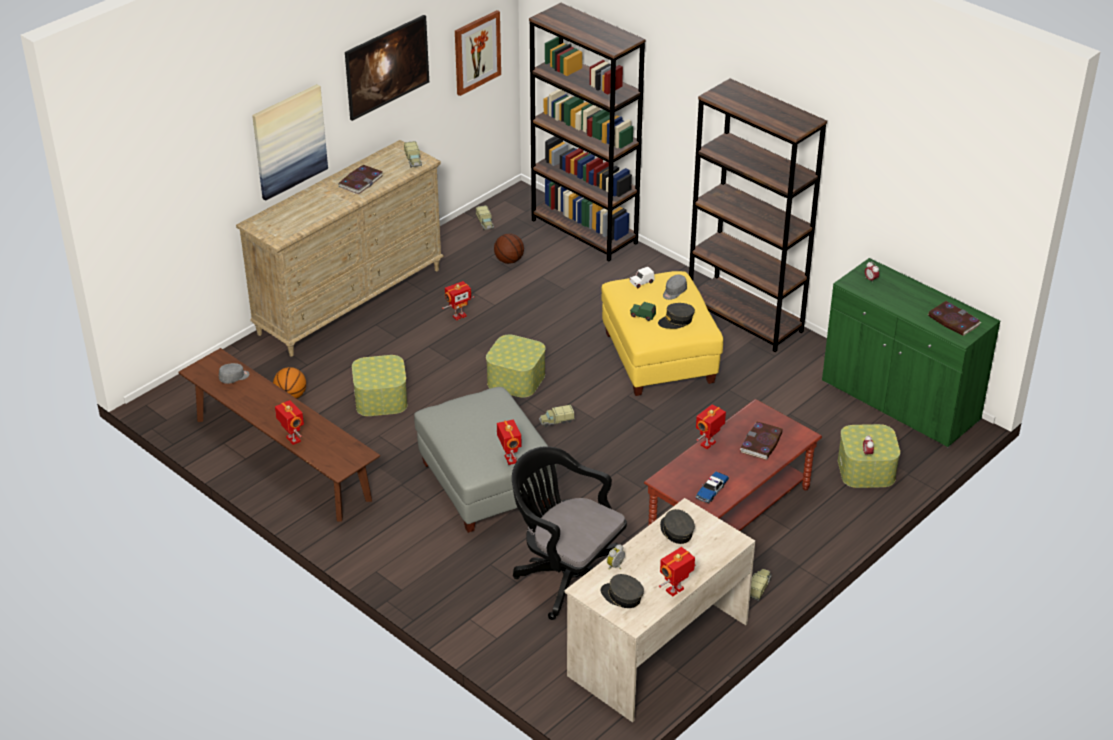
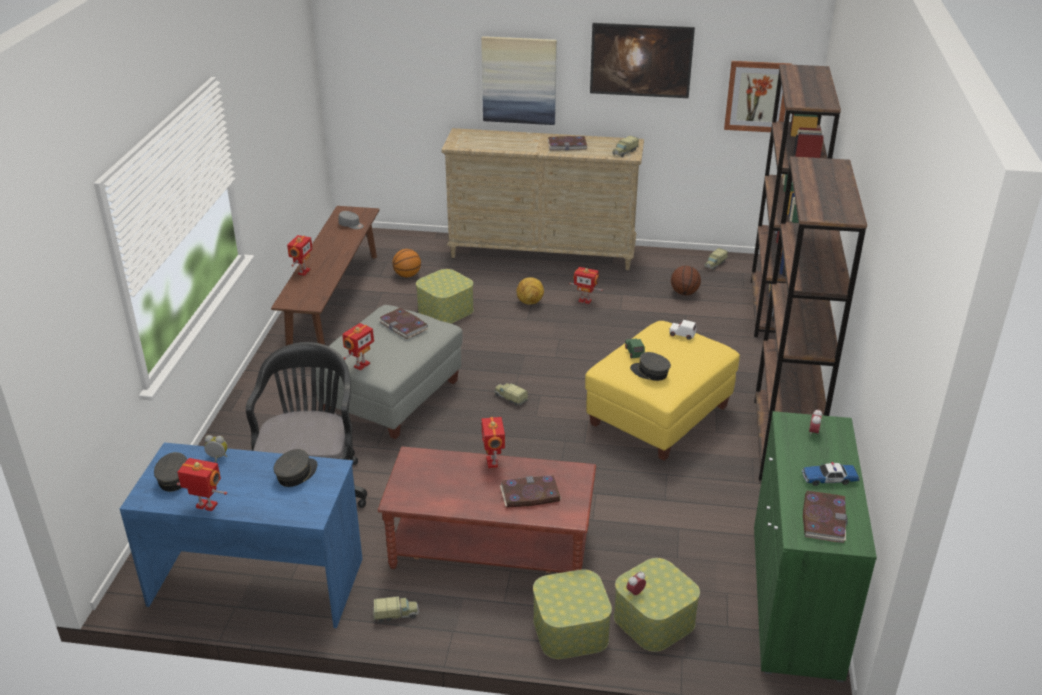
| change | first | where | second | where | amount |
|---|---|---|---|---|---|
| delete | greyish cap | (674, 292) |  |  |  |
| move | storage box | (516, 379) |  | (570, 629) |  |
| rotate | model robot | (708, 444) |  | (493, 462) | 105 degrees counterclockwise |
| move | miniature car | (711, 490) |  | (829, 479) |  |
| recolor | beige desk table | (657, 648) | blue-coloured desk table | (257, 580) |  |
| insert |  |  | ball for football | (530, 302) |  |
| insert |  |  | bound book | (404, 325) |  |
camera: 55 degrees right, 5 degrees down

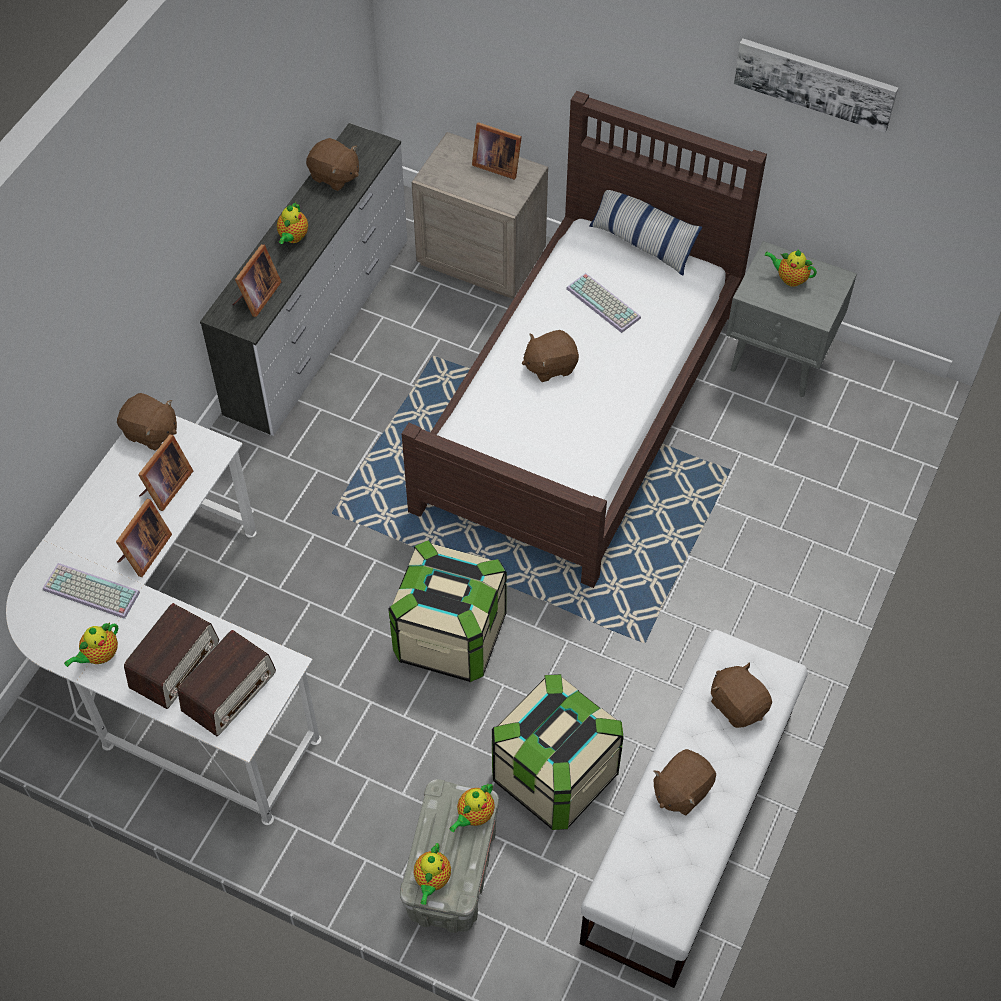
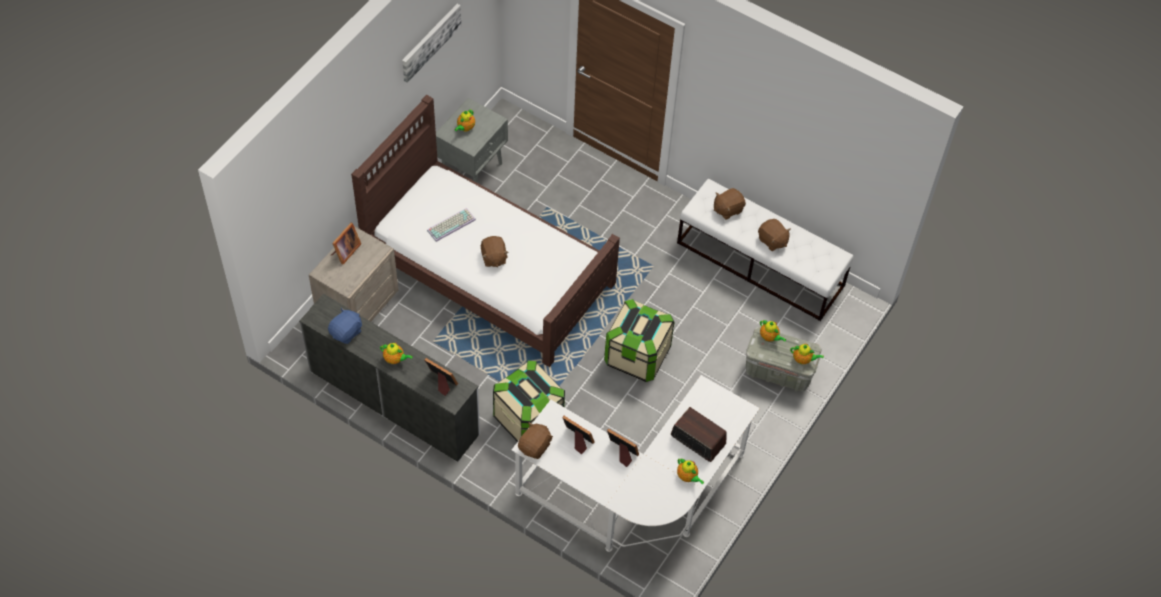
| change | first | where | second | where | amount |
|---|---|---|---|---|---|
| recolor | brown-coloured soft toy | (334, 176) | blue-coloured soft toy | (346, 332) |  |
| delete | cushion | (642, 243) |  |  |  |
| delete | computer keyboard | (89, 592) |  |  |  |
| delete | radio | (229, 691) |  |  |  |
| move | storage box | (554, 775) |  | (528, 418) |  |
camera: 85 degrees left, 0 degrees up

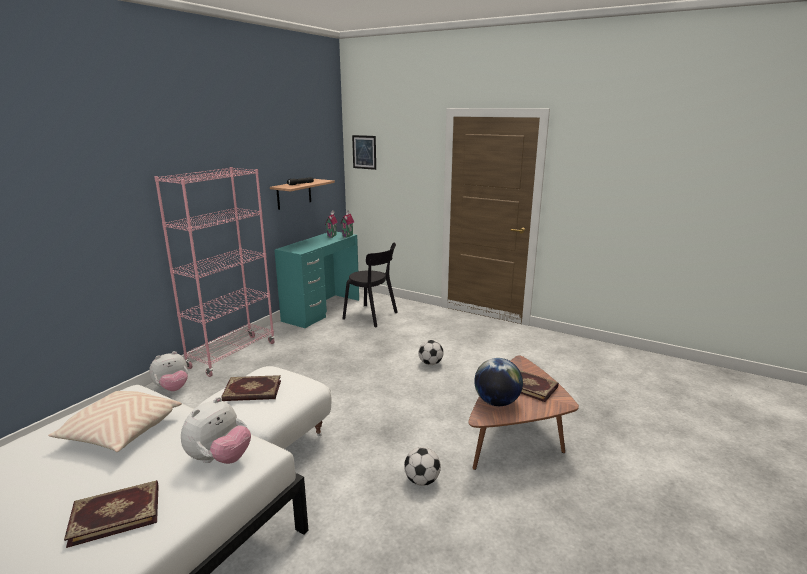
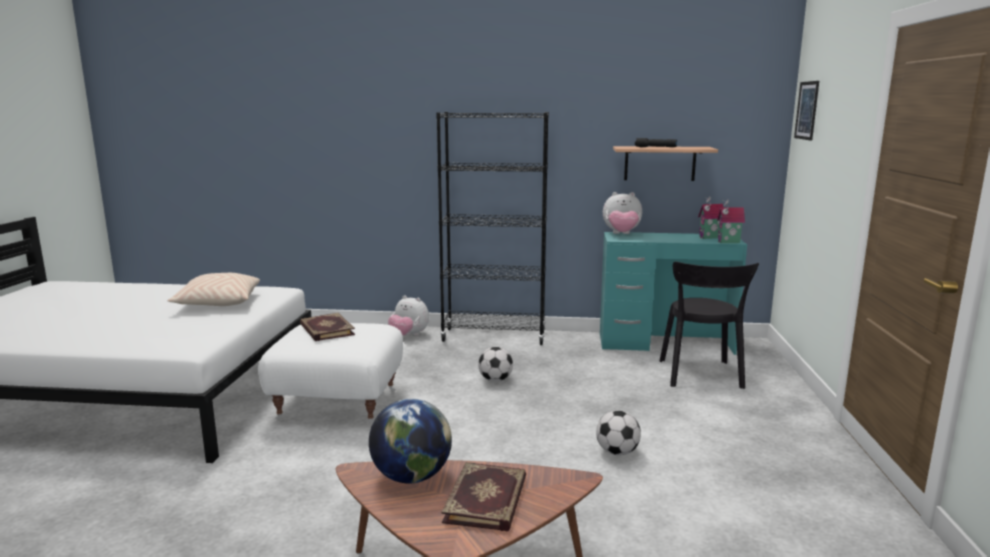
| change | first | where | second | where | amount |
|---|---|---|---|---|---|
| recolor | pink-coloured bookshelf | (232, 355) | black-coloured bookshelf | (494, 337) |  |
| move | soft toy | (220, 459) |  | (621, 234) |  |
| move | ball for football | (422, 480) |  | (495, 380) |  |
| delete | bound book | (116, 513) |  |  |  |
camera: 65 degrees right, 5 degrees down

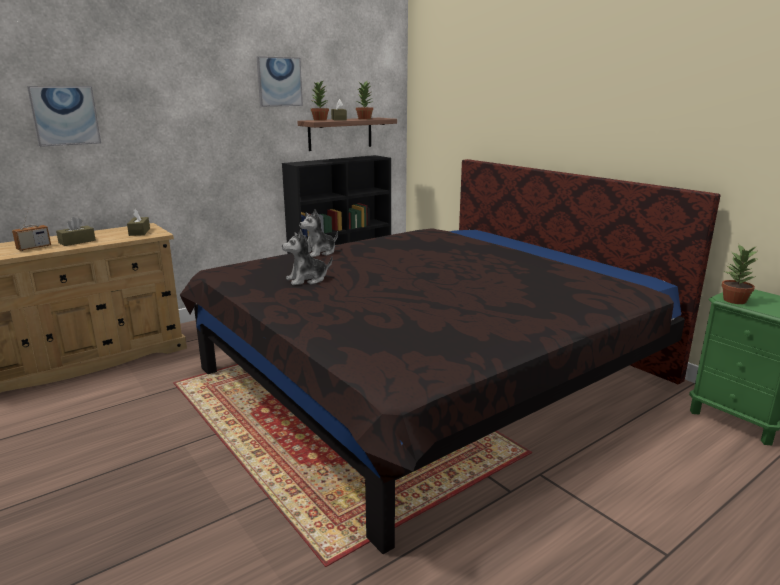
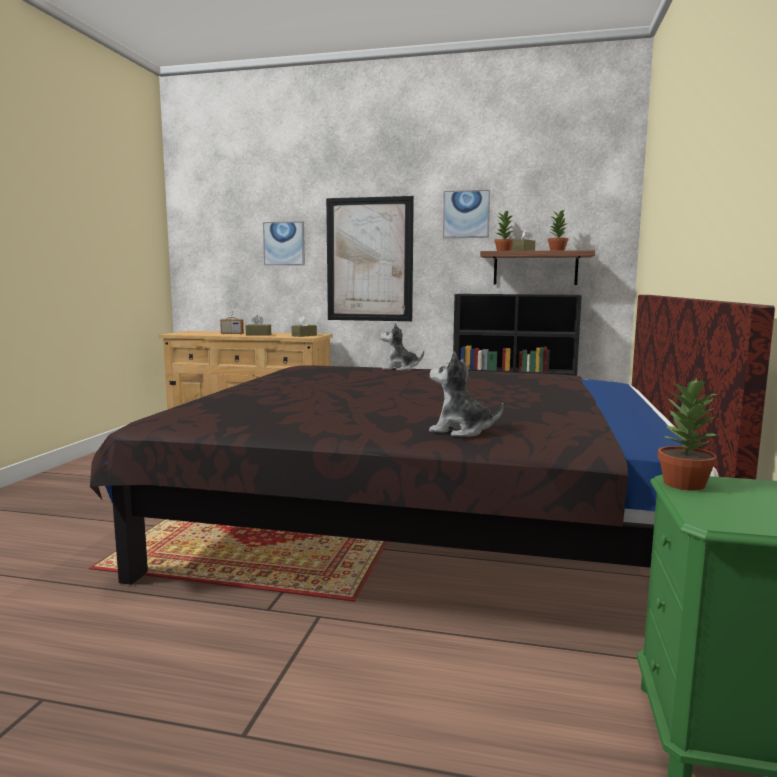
| change | first | where | second | where | amount |
|---|---|---|---|---|---|
| move | soft toy | (307, 280) |  | (461, 431) |  |
| insert |  |  | wall picture | (369, 259) |  |
camera: 50 degrees right, 10 degrees down

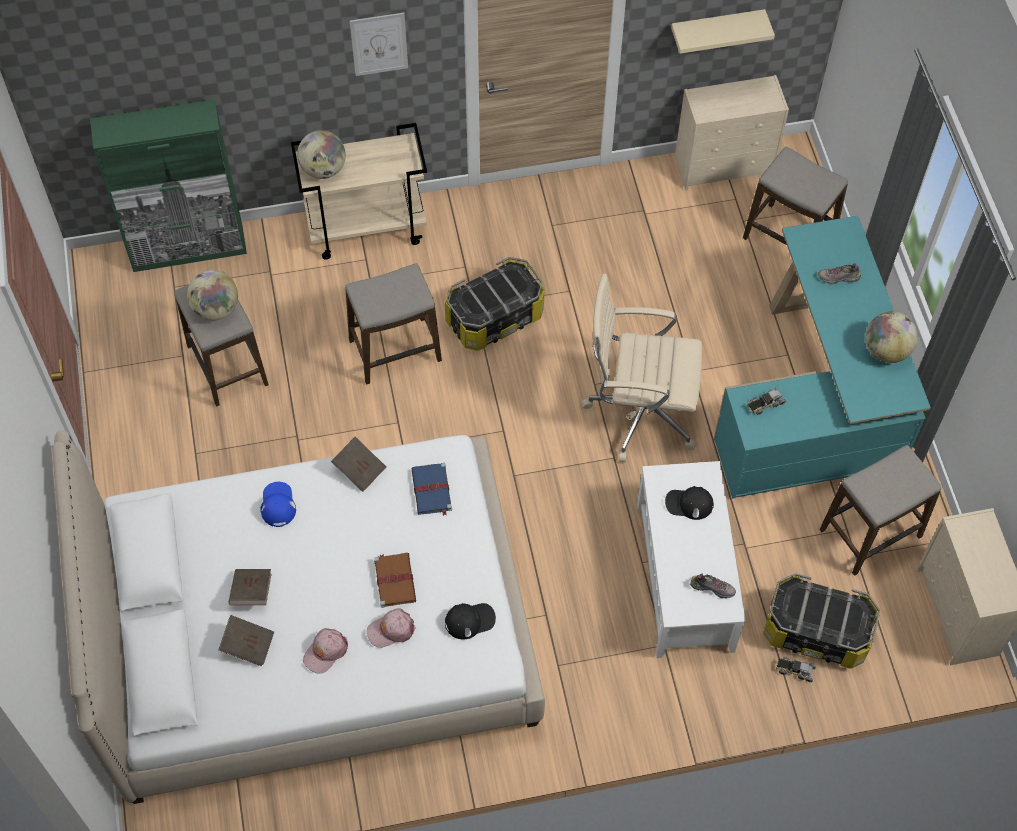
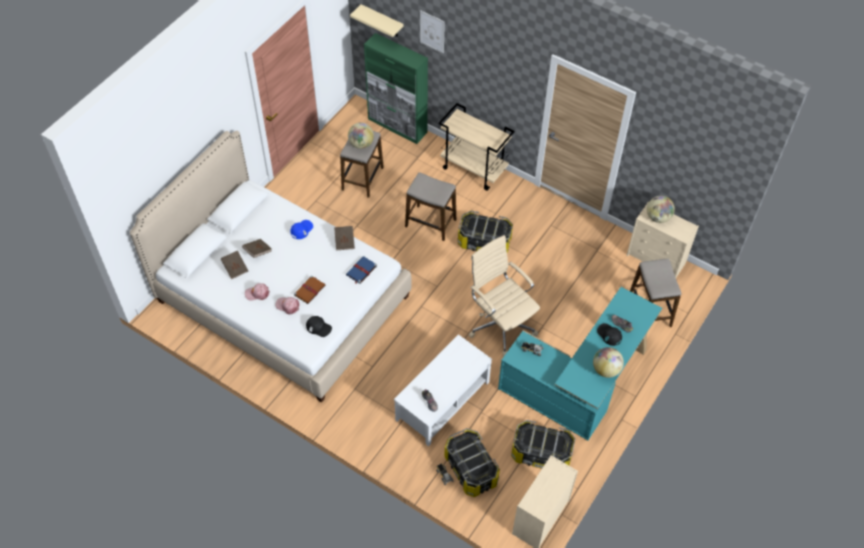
| change | first | where | second | where | amount |
|---|---|---|---|---|---|
| move | beige shelf | (716, 29) |  | (382, 21) |  |
| move | wall picture | (379, 44) |  | (432, 31) |  |
| move | world globe | (323, 169) |  | (658, 217) |  |
| replace | sitting stool | (871, 533) | storage box | (541, 453) |  |
| move | black-coloured cap | (689, 504) |  | (609, 335) |  |
camera: 45 degrees right, 5 degrees down

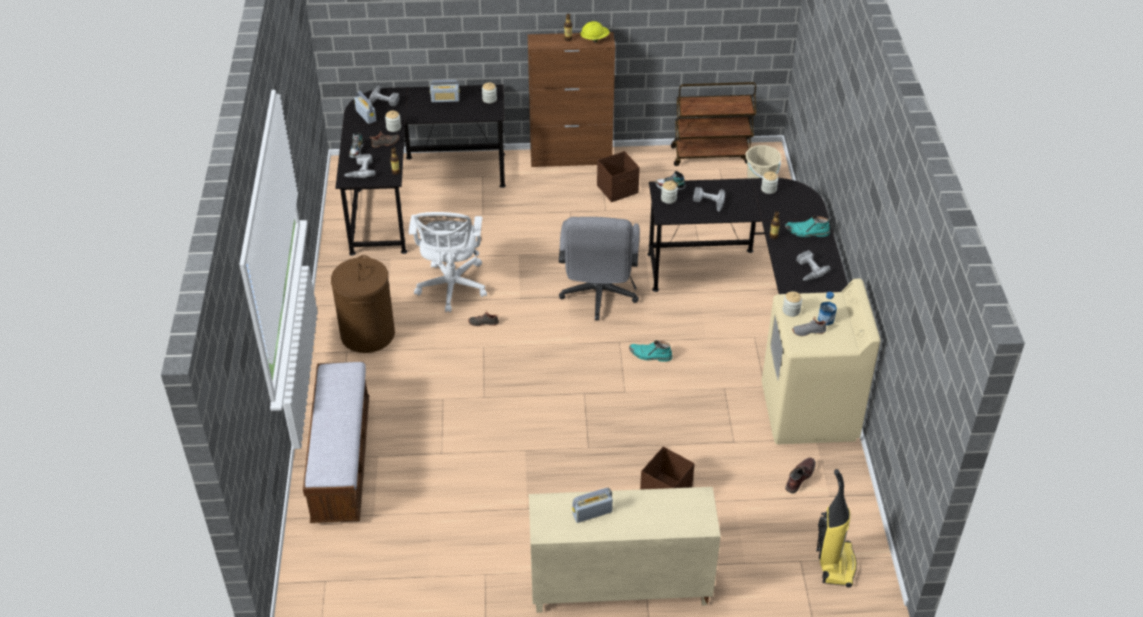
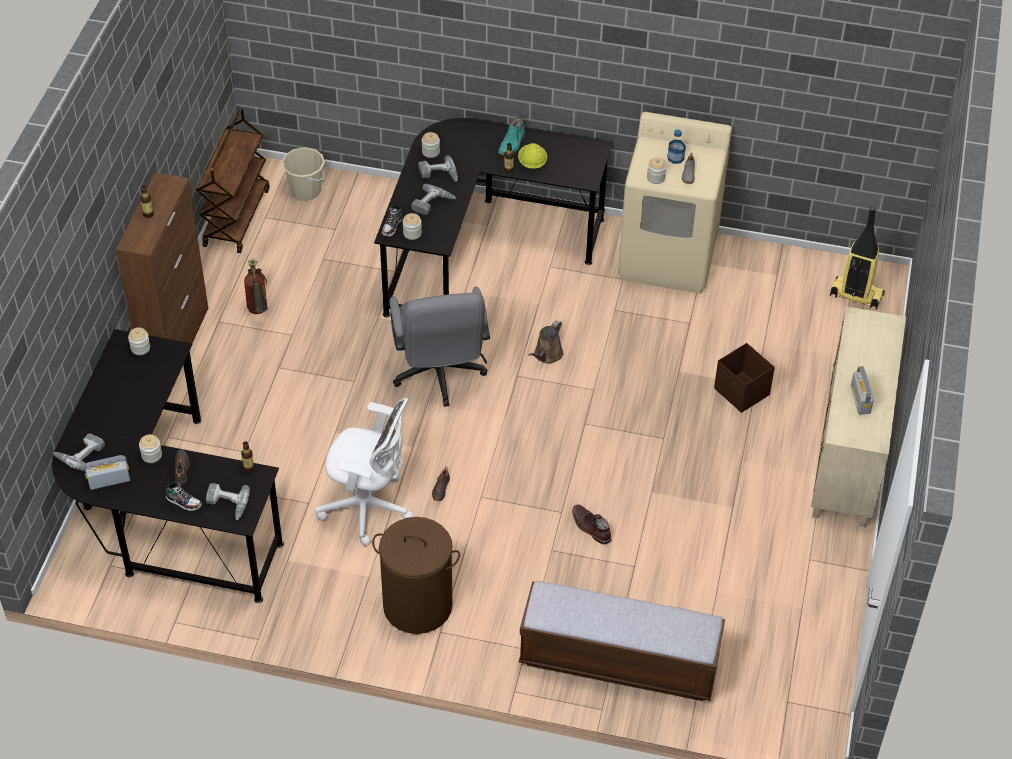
| change | first | where | second | where | amount |
|---|---|---|---|---|---|
| move | yellow-coloured hard hat | (594, 39) |  | (532, 163) |  |
| delete | radio | (445, 99) |  |  |  |
| replace | brown-coloured storage box | (618, 189) | extinguisher | (259, 314) |  |
| rotate | greyish office chair | (598, 297) |  | (439, 376) | 60 degrees clockwise |
| move | electric drill | (807, 270) |  | (439, 175) |  |
| replace | turquoise-coloured high-top boot | (650, 355) | brown-coloured watering can | (547, 355) |  |
| move | brown-coloured high-top boot | (799, 477) |  | (590, 527) |  |
camera: 75 degrees left, 5 degrees up

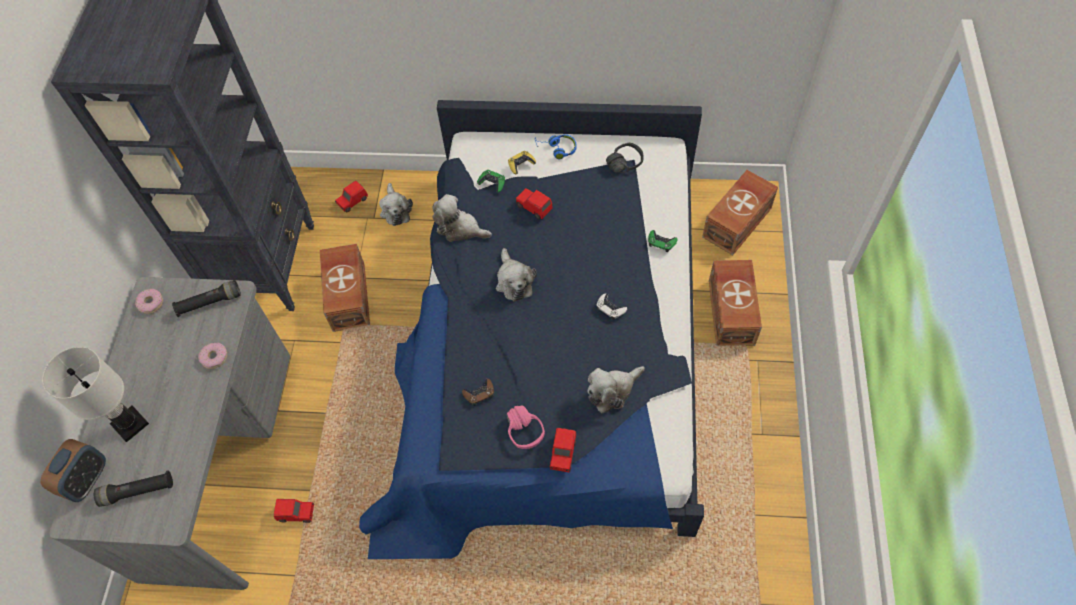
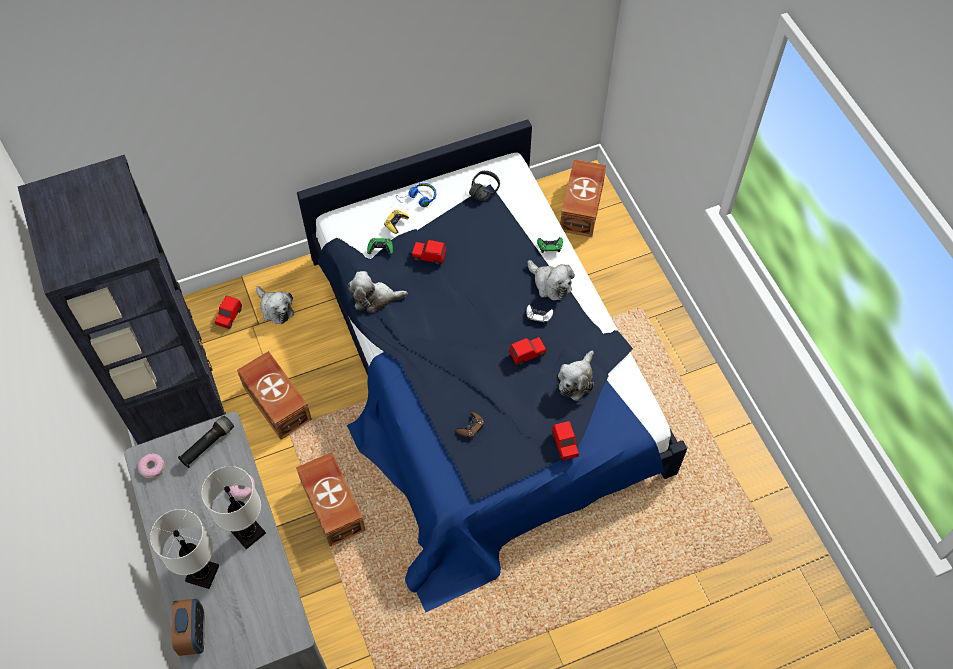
| change | first | where | second | where | amount |
|---|---|---|---|---|---|
| move | soft toy | (514, 281) |  | (550, 284) |  |
| move | brown-coloured storage box | (732, 311) |  | (333, 505) |  |
| delete | pink-coloured pair of headphones | (531, 427) |  |  |  |
| delete | black-coloured flashlight | (138, 491) |  |  |  |
| move | red-coloured miniature car | (297, 513) |  | (527, 354) |  |
| insert |  |  | white tabletop lamp | (249, 532) |  |
camera: 30 degrees left, 0 degrees up

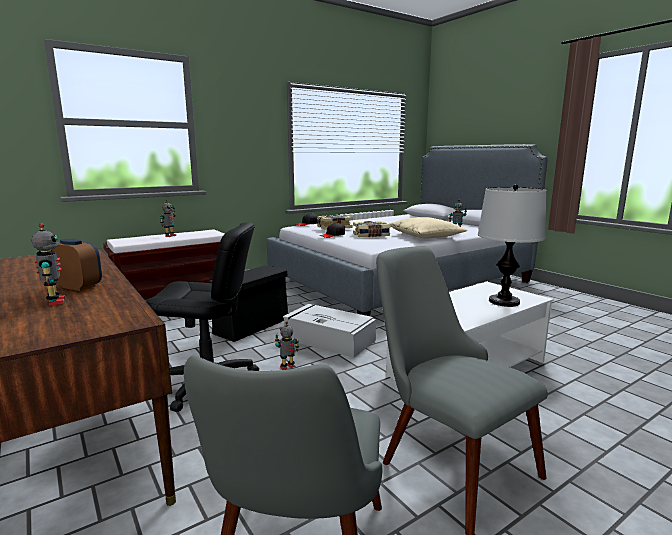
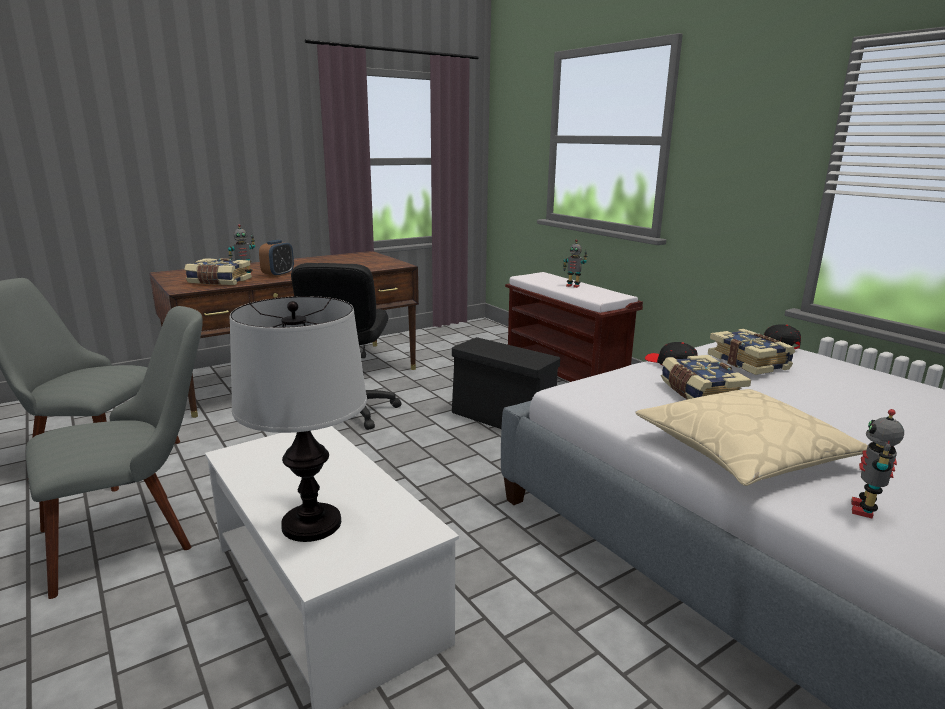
| change | first | where | second | where | amount |
|---|---|---|---|---|---|
| delete | greyish storage box | (328, 339) |  |  |  |
| delete | model robot | (287, 367) |  |  |  |
| insert |  |  | bound book | (219, 281) |  |
camera: 90 degrees right, 5 degrees up

